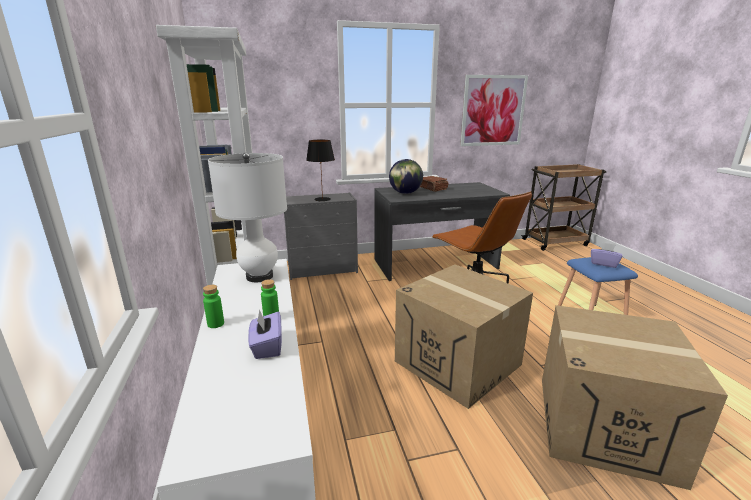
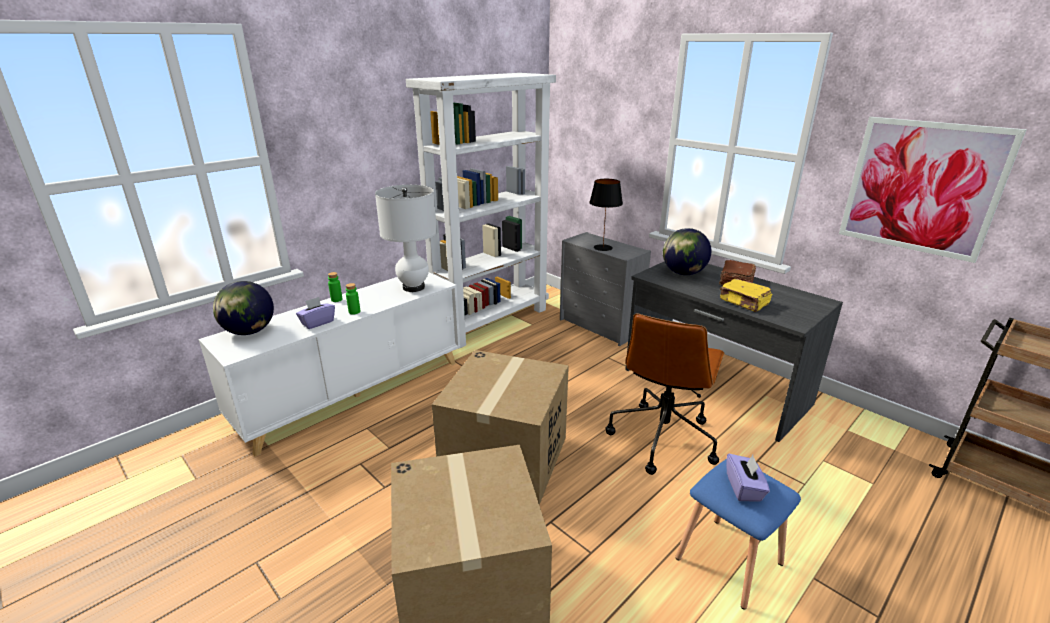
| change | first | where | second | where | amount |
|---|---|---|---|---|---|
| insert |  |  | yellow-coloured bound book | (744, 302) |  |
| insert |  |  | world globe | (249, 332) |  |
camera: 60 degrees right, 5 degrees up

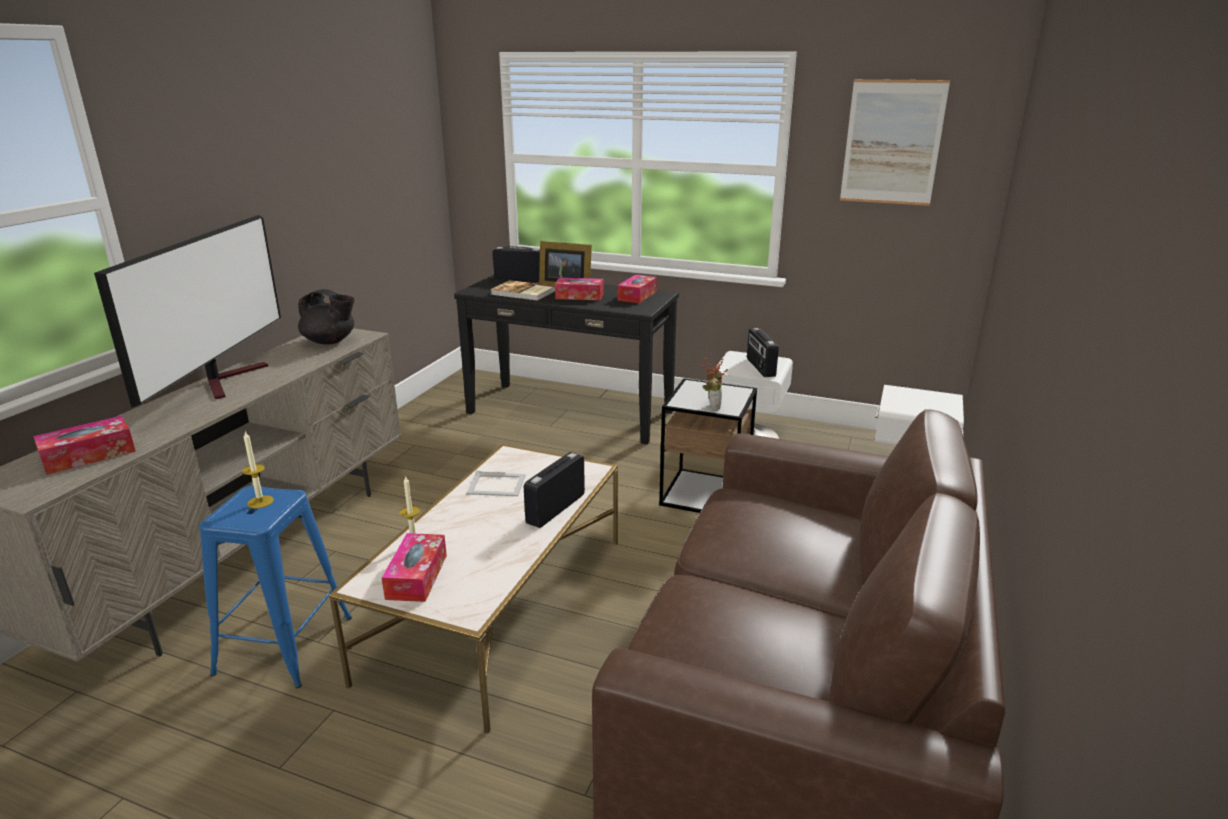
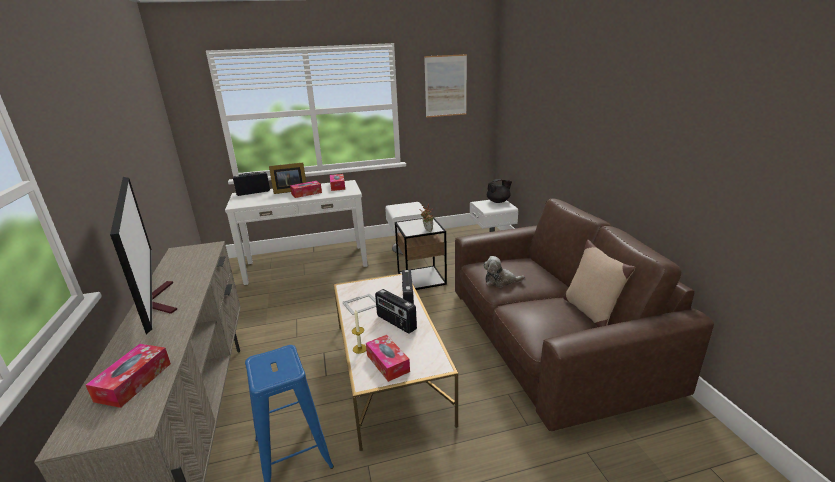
| change | first | where | second | where | amount |
|---|---|---|---|---|---|
| recolor | black-coloured console table | (570, 412) | white console table | (306, 264) |  |
| delete | bound book | (523, 293) |  |  |  |
| move | black-coloured tea pot | (330, 342) |  | (498, 201) |  |
| move | radio | (760, 367) |  | (396, 323) |  |
| delete | wax candle | (260, 502) |  |  |  |
| insert |  |  | beige cushion | (590, 312) |  |
| insert |  |  | soft toy | (500, 281) |  |
camera: 35 degrees left, 0 degrees up

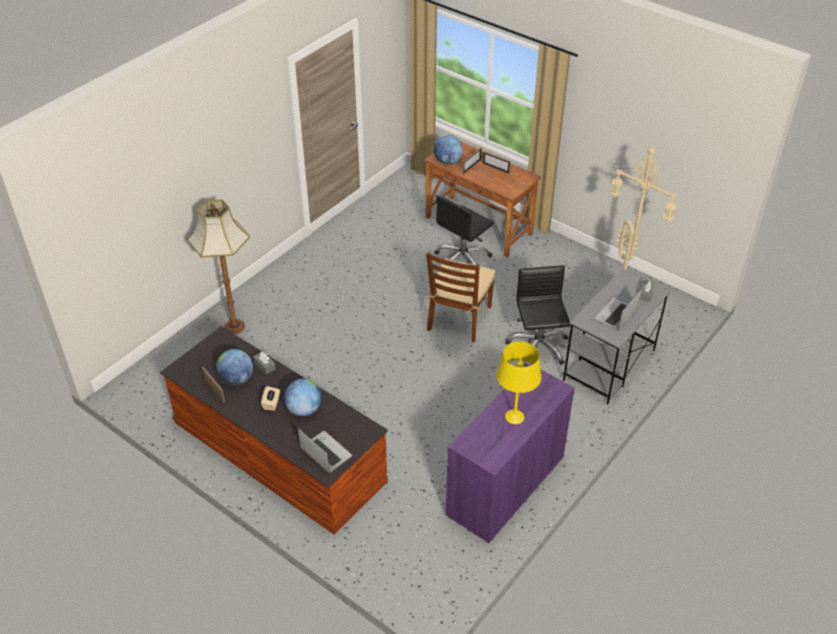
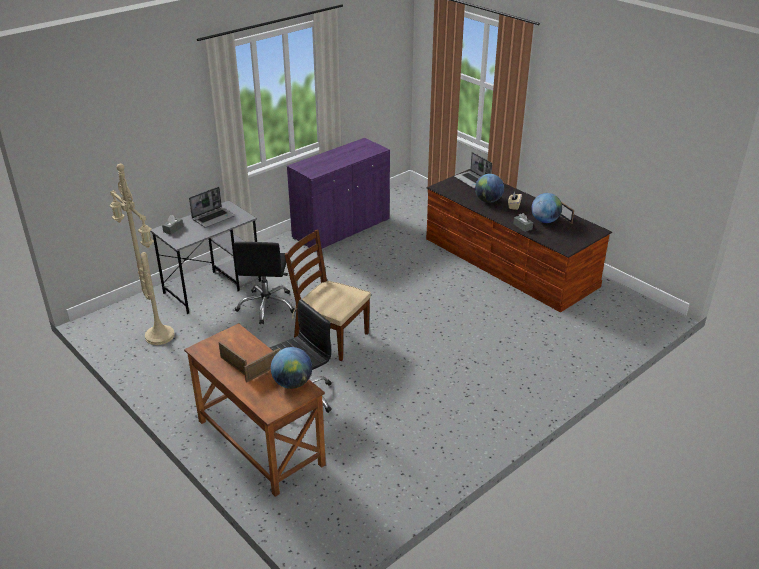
| change | first | where | second | where | amount |
|---|---|---|---|---|---|
| delete | standing lamp | (234, 327) |  |  |  |
| rotate | brown-coloured plain chair | (459, 318) |  | (330, 338) | 90 degrees counterclockwise |
| delete | yellow-coloured tabletop lamp | (514, 417) |  |  |  |
camera: 170 degrees left, 10 degrees down

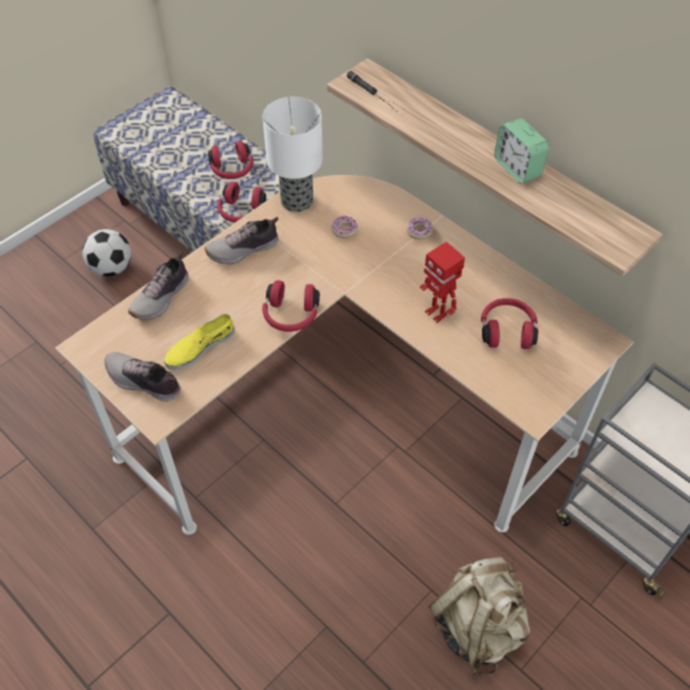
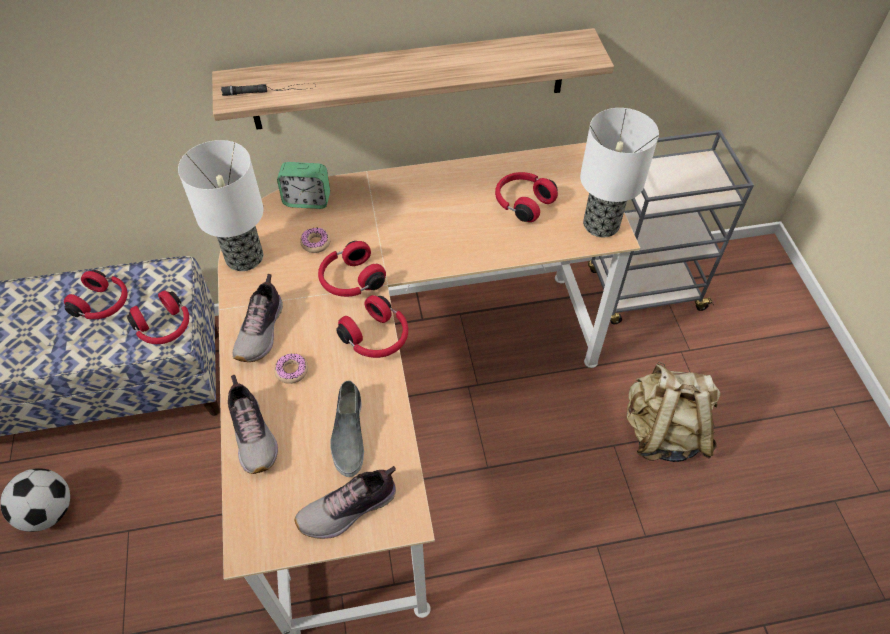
| change | first | where | second | where | amount |
|---|---|---|---|---|---|
| move | table clock | (517, 168) |  | (307, 200) |  |
| move | donut | (419, 231) |  | (292, 371) |  |
| delete | model robot | (437, 313) |  |  |  |
| recolor | yellow-coloured item of footwear | (199, 347) | greyish item of footwear | (348, 434) |  |
| insert |  |  | tabletop lamp | (600, 225) |  |
| insert |  |  | red-coloured pair of headphones | (350, 280) |  |
camera: 55 degrees left, 0 degrees up

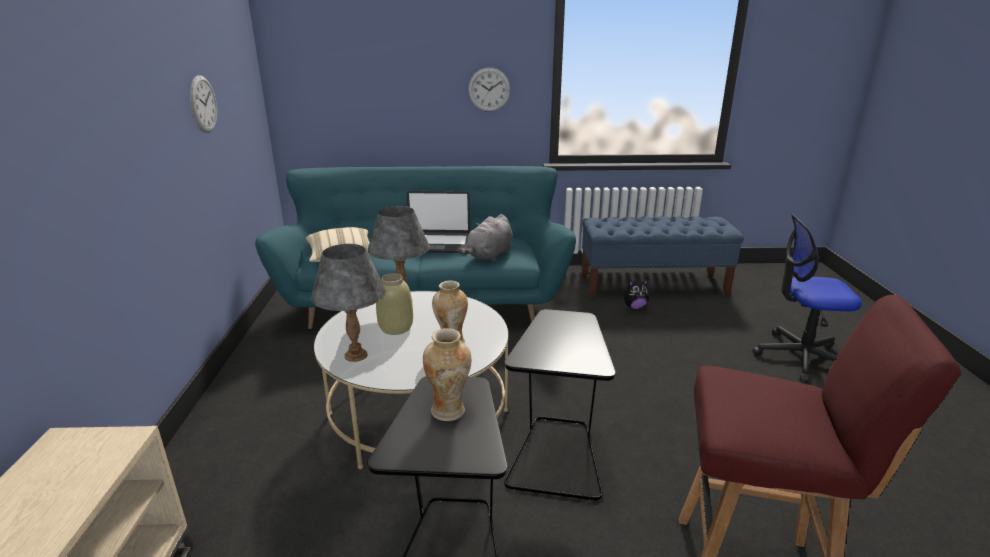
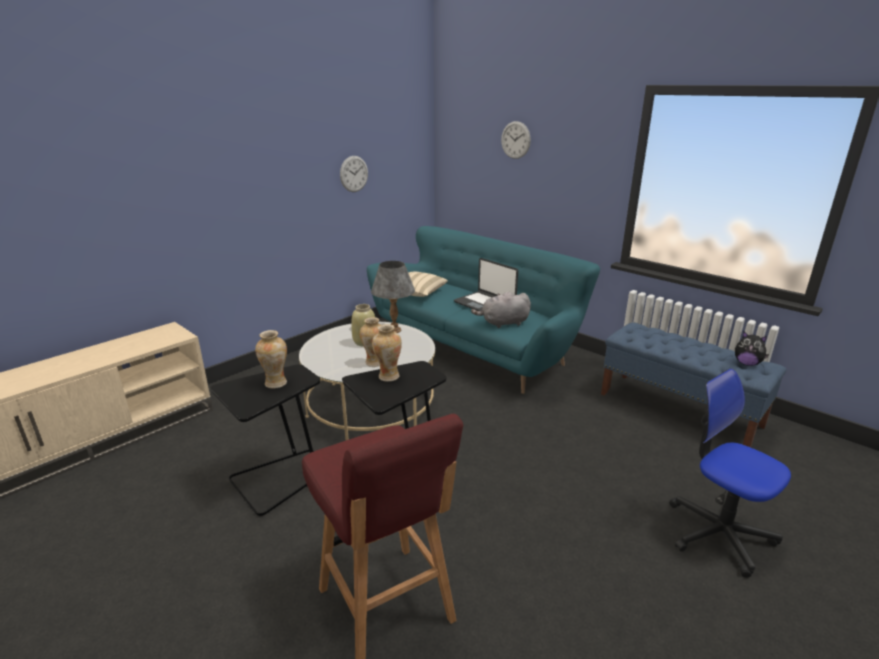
| change | first | where | second | where | amount |
|---|---|---|---|---|---|
| move | wall clock | (489, 89) |  | (515, 140) |  |
| delete | greyish tabletop lamp | (355, 356) |  |  |  |
| move | soft toy | (634, 307) |  | (747, 363) |  |
| insert |  |  | vase | (388, 376) |  |
camera: 45 degrees right, 0 degrees up

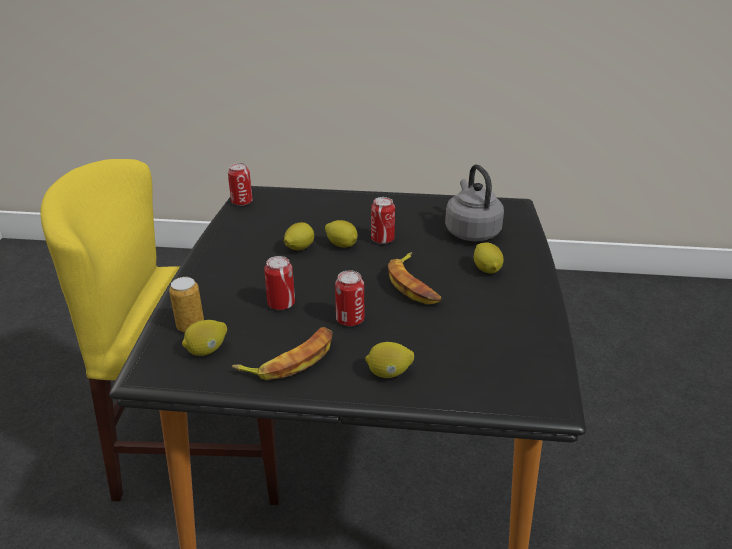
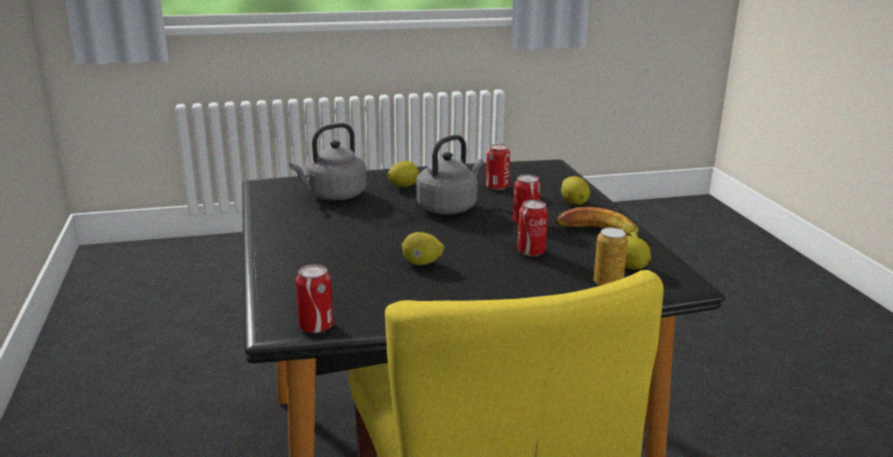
| change | first | where | second | where | amount |
|---|---|---|---|---|---|
| move | metal can | (382, 239) |  | (497, 187) |  |
| delete | lemon | (342, 245) |  |  |  |
| replace | banana | (414, 284) | greyish kettle | (449, 207) |  |
camera: 110 degrees left, 10 degrees down

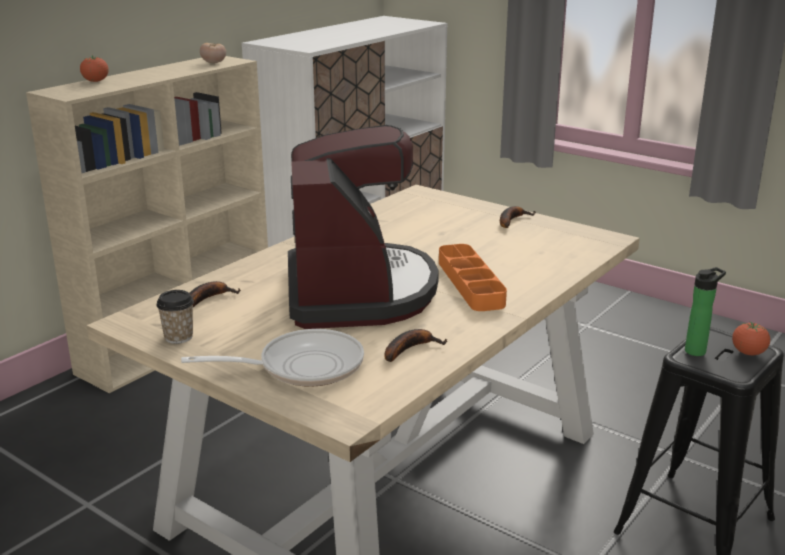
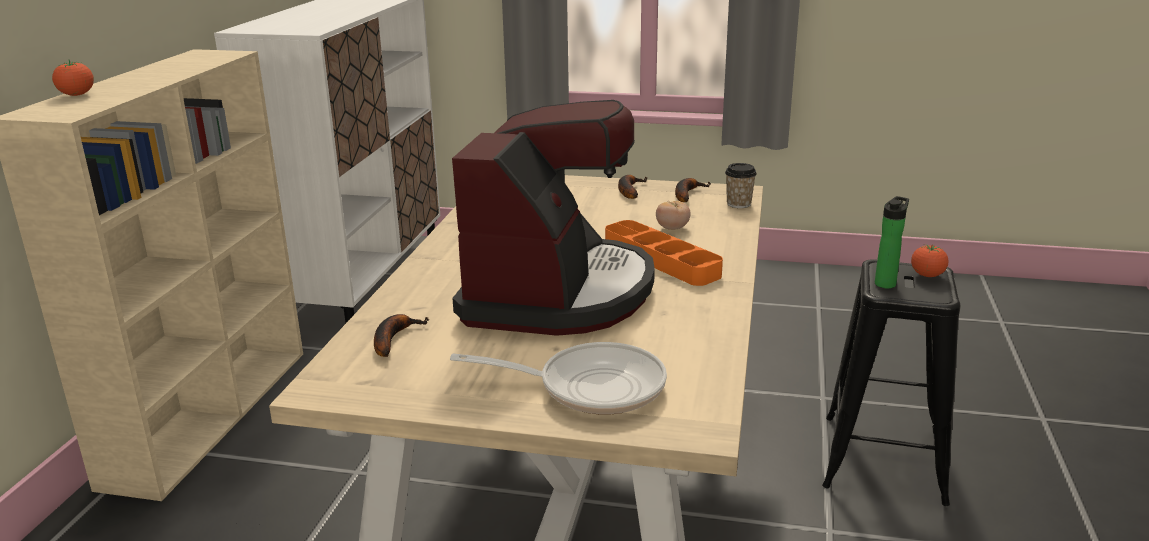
| change | first | where | second | where | amount |
|---|---|---|---|---|---|
| move | tomato | (213, 63) |  | (672, 228) |  |
| rotate | coffee machine | (358, 292) |  | (558, 293) | 45 degrees clockwise |
| move | drinking cup | (178, 337) |  | (738, 204) |  |
| rotate | pan | (302, 367) |  | (590, 387) | 45 degrees clockwise |
| move | banana | (410, 349) |  | (687, 194) |  |
camera: 25 degrees left, 0 degrees up

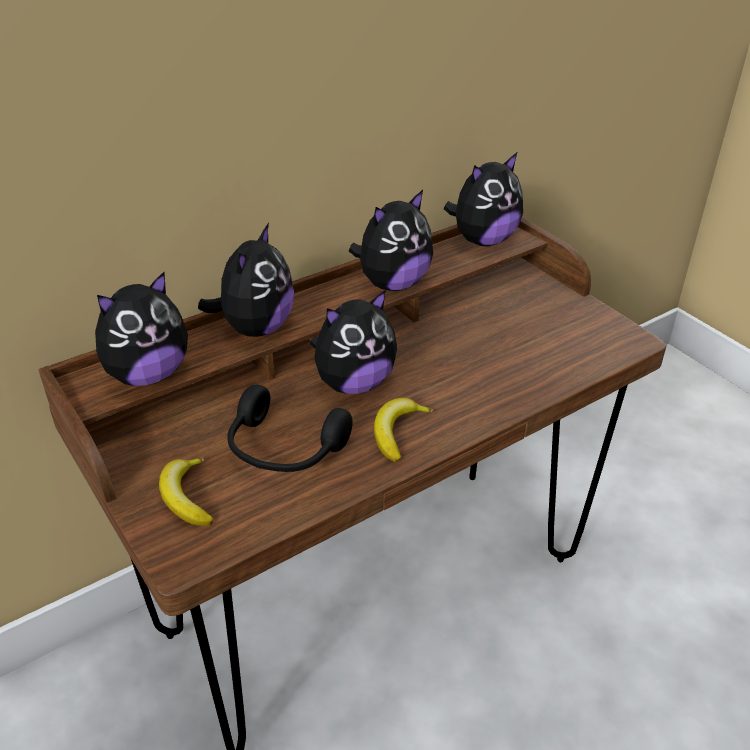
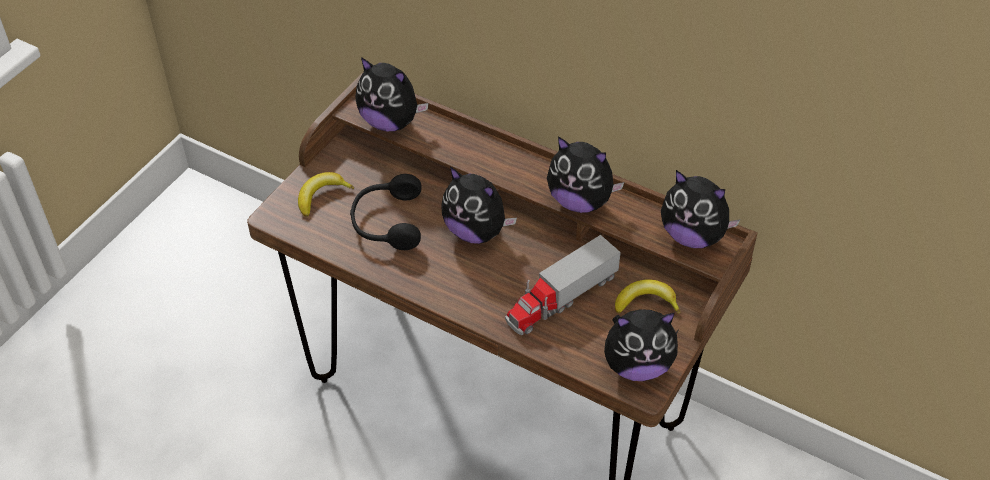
| change | first | where | second | where | amount |
|---|---|---|---|---|---|
| move | soft toy | (256, 328) |  | (637, 365) |  |
| move | banana | (397, 432) |  | (646, 302) |  |
| insert |  |  | model truck | (561, 298) |  |
camera: 65 degrees right, 10 degrees up

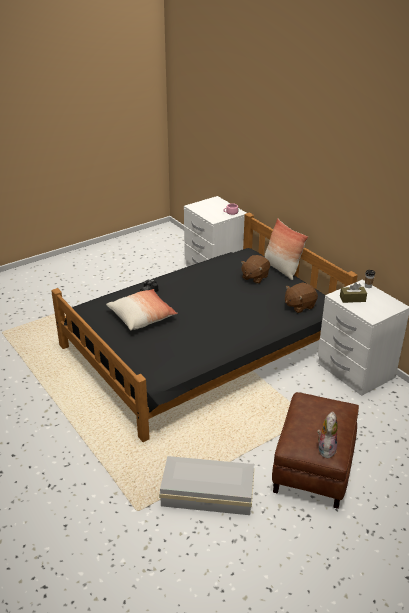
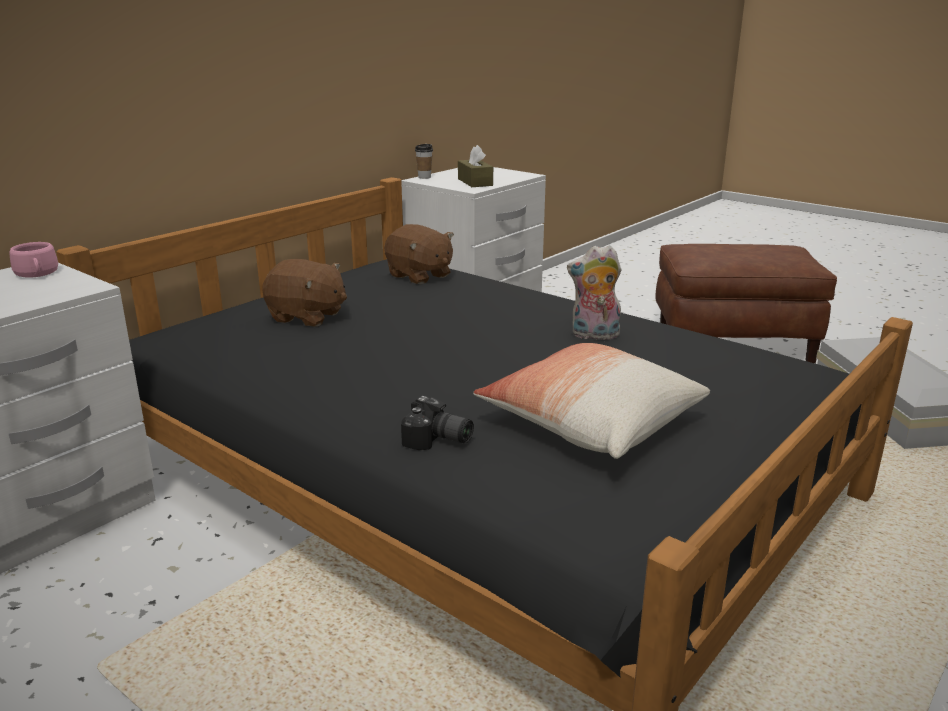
| change | first | where | second | where | amount |
|---|---|---|---|---|---|
| delete | cushion | (281, 269) |  |  |  |
| move | soft toy | (325, 448) |  | (594, 335) |  |
camera: 105 degrees left, 10 degrees down

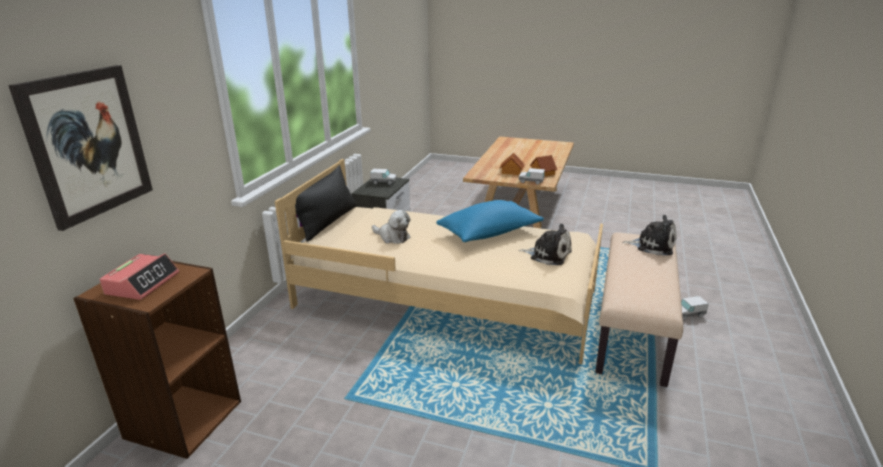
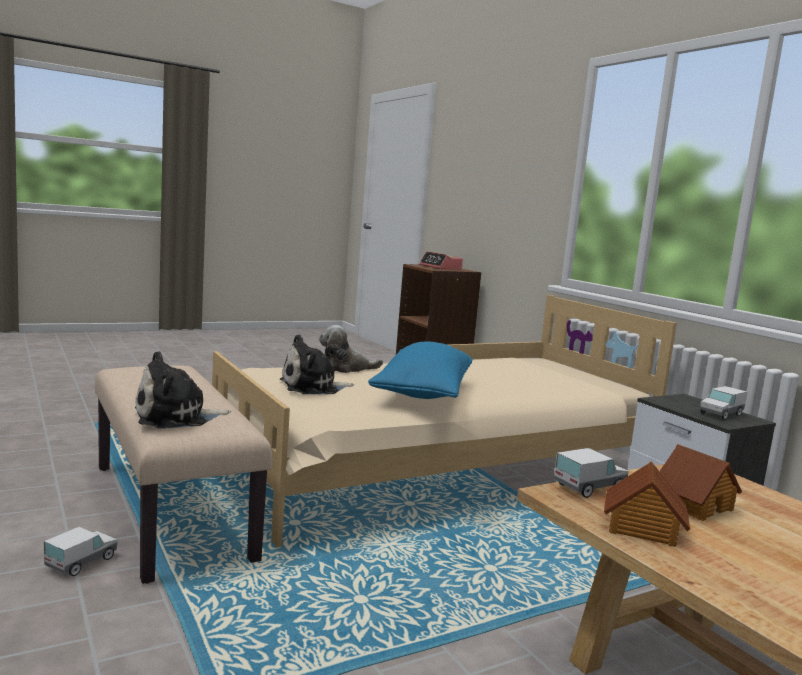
| change | first | where | second | where | amount |
|---|---|---|---|---|---|
| delete | wall picture | (88, 144) |  |  |  |
| delete | black-coloured cushion | (327, 222) |  |  |  |
| move | soft toy | (392, 237) |  | (345, 368) |  |
camera: 130 degrees right, 15 degrees down

